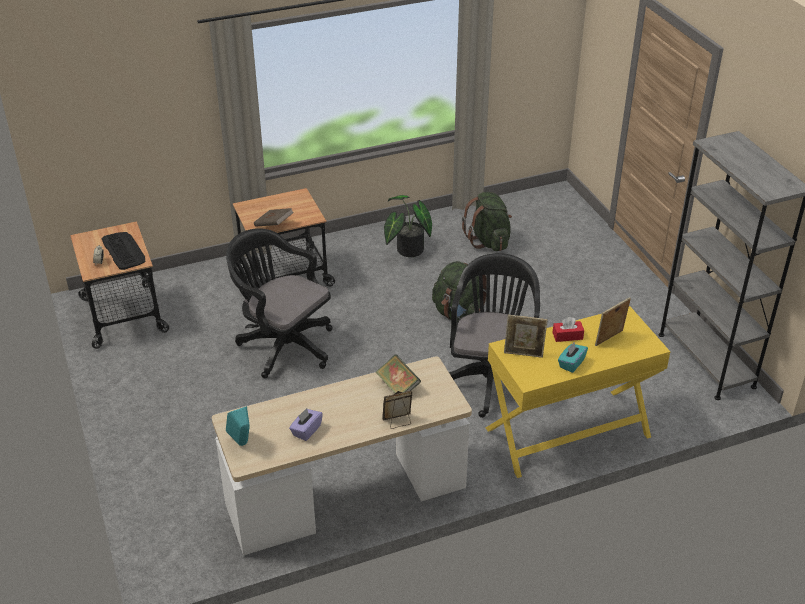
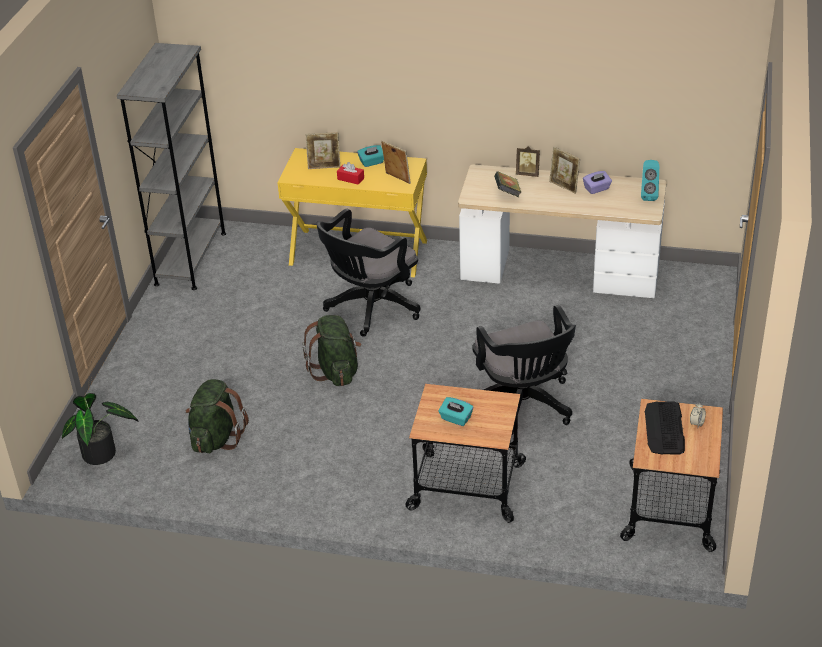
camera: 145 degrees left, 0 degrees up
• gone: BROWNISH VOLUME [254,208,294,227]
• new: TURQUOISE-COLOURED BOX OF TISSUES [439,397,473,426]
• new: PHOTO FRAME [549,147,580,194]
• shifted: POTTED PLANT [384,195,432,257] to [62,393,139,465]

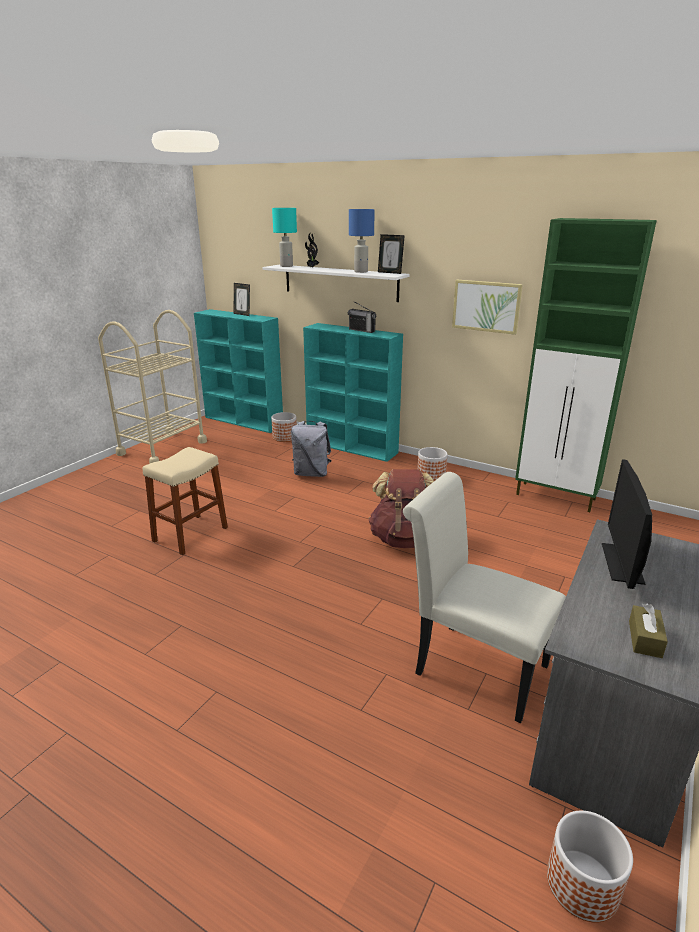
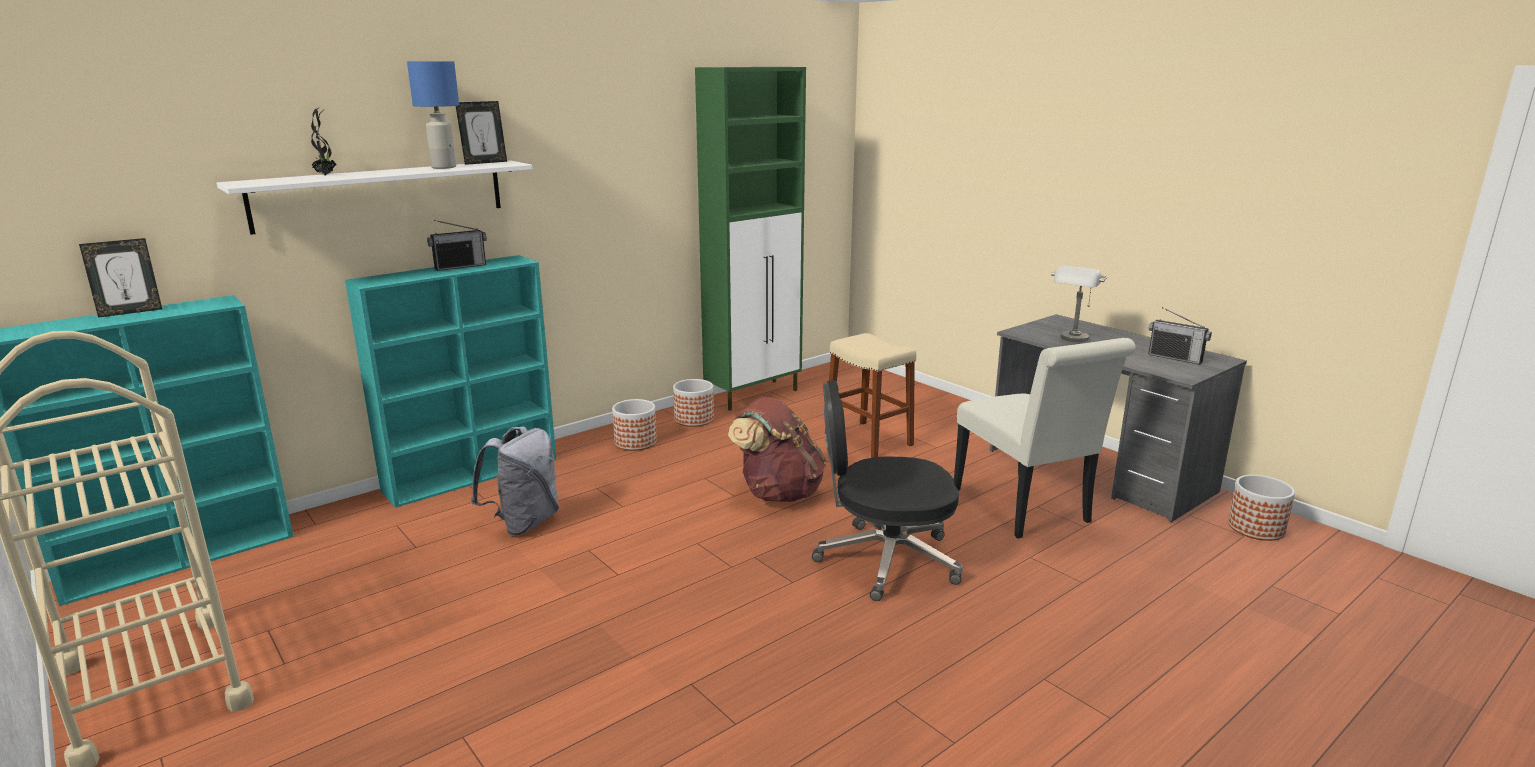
camera: 70 degrees left, 5 degrees down
• gone: TURQUOISE-COLOURED TABLE LAMP [272,208,297,267]
• gone: WALL PICTURE [452,280,523,335]
• new: BLACKISH COMPUTER CHAIR [812,380,963,601]
• shifted: BEIGE-COLOURED SITTING STOOL [143,447,228,555] to [825,333,916,458]
• shifted: PLANT POT [271,412,297,442] to [673,379,714,427]
• swapped: COMPUTER DISPLAY [602,459,652,589] to GREY TABLE LAMP [1051,266,1108,342]
• swapped: BROWNISH BOX OF TISSUES [629,603,668,658] to RADIO SET [1148,307,1212,365]
• rotated: WHITE-COLOURED CHAIR [403,472,566,723] = [954,338,1136,539] 75 degrees counterclockwise

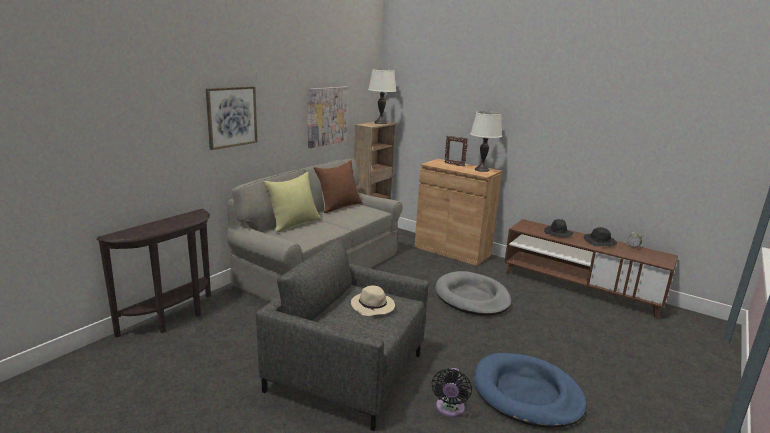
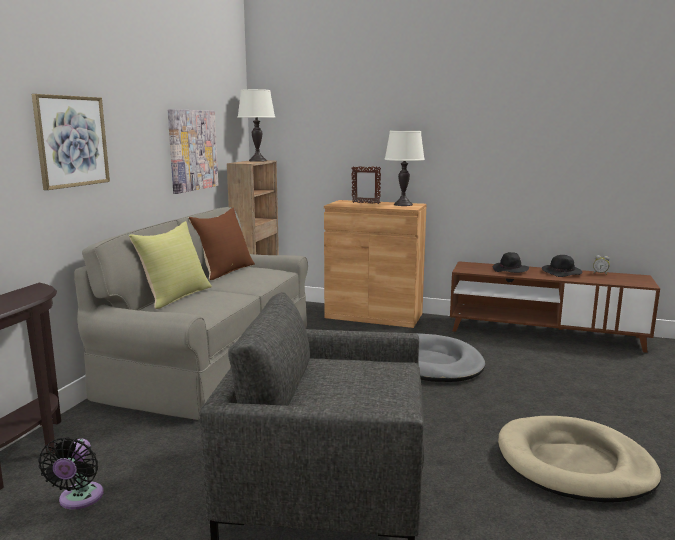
camera: 15 degrees left, 5 degrees down
• gone: BEIGE-COLOURED CLOTHING HAT [351,285,395,316]
• shifted: BLACKISH FAN [432,368,472,417] to [38,437,104,509]
• repainted: BLUE-COLOURED DOG CUSHION [474,353,587,428] to BEIGE-COLOURED DOG CUSHION [498,416,661,502]

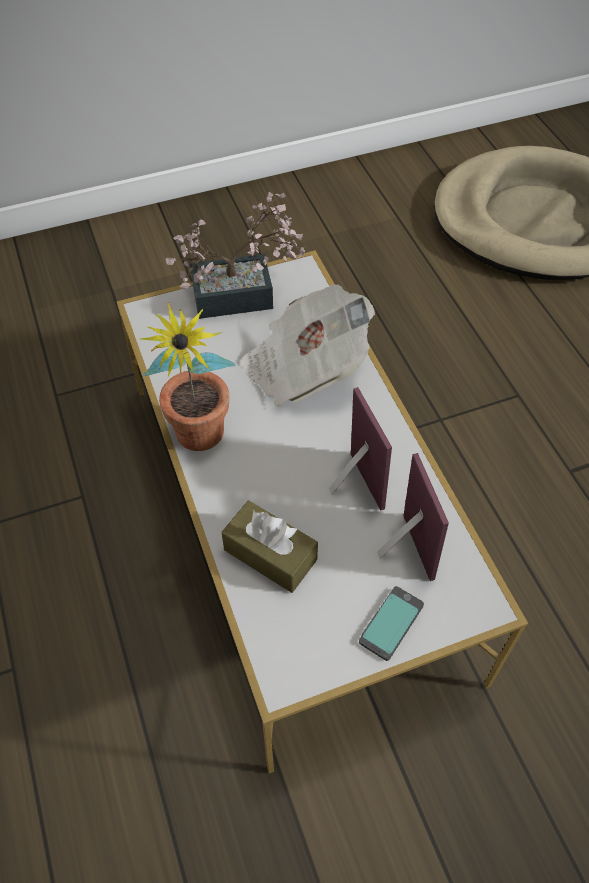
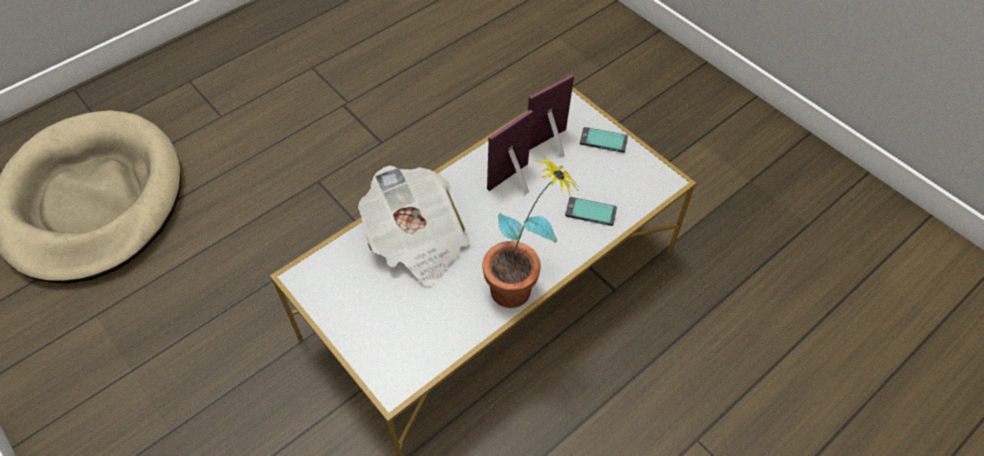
camera: 110 degrees left, 0 degrees up
• gone: POTTED PLANT [165,191,305,319]
• swapped: BROWNISH BOX OF TISSUES [222,501,318,593] to HANDSET [565,197,617,226]

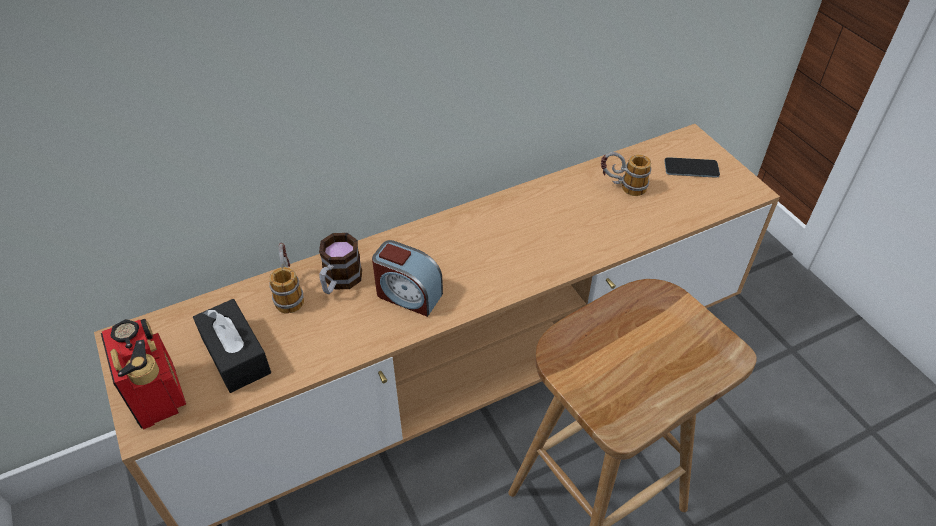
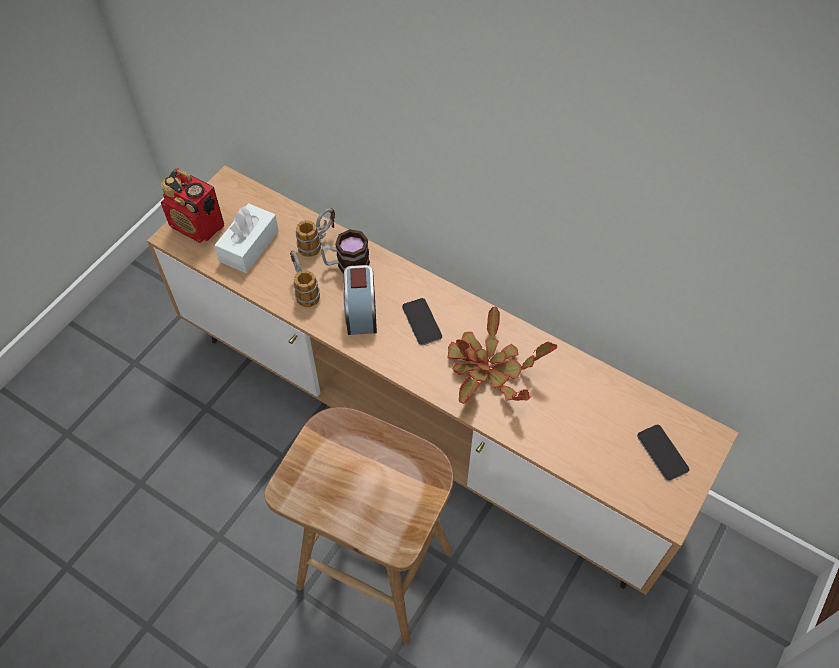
camera: 60 degrees right, 10 degrees up
• new: HANDSET [402,298,442,345]
• new: POTTED PLANT [448,306,557,404]
• shifted: MUG [601,152,651,196] to [290,251,320,307]
• repainted: BLACKISH BOX OF TISSUES [193,299,271,393] to WHITE-COLOURED BOX OF TISSUES [215,203,279,273]
• rotated: RADIO SET [101,319,186,430] = [161,168,224,243] 90 degrees clockwise

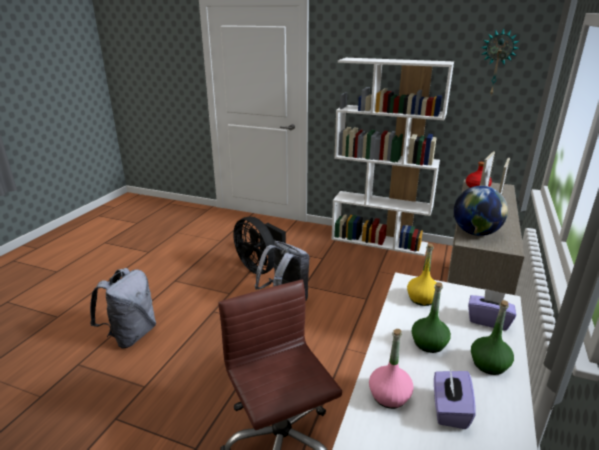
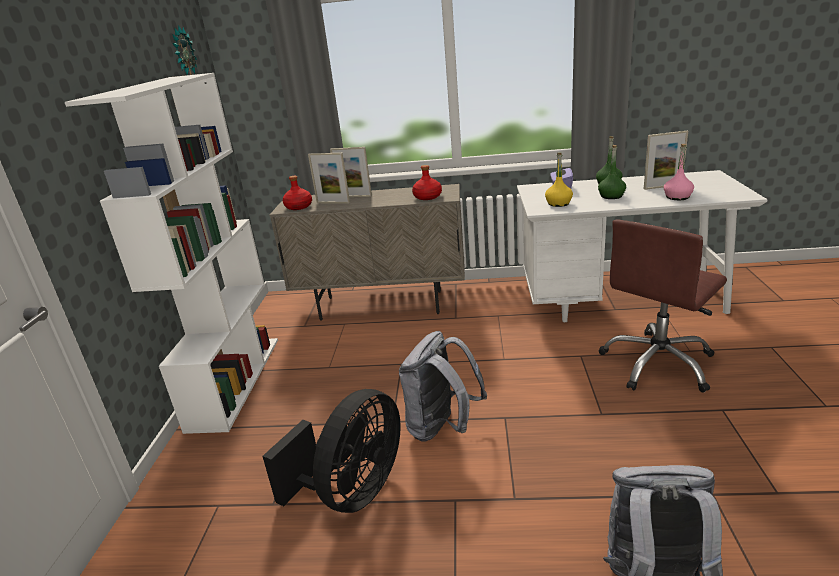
camera: 105 degrees left, 0 degrees up
• swapped: PURPLE-COLOURED BOX OF TISSUES [434,369,476,429] to PHOTO FRAME [644,131,688,190]
• swapped: DESK GLOBE [454,186,508,236] to RED-COLOURED BEVERAGE BOTTLE [412,165,442,200]

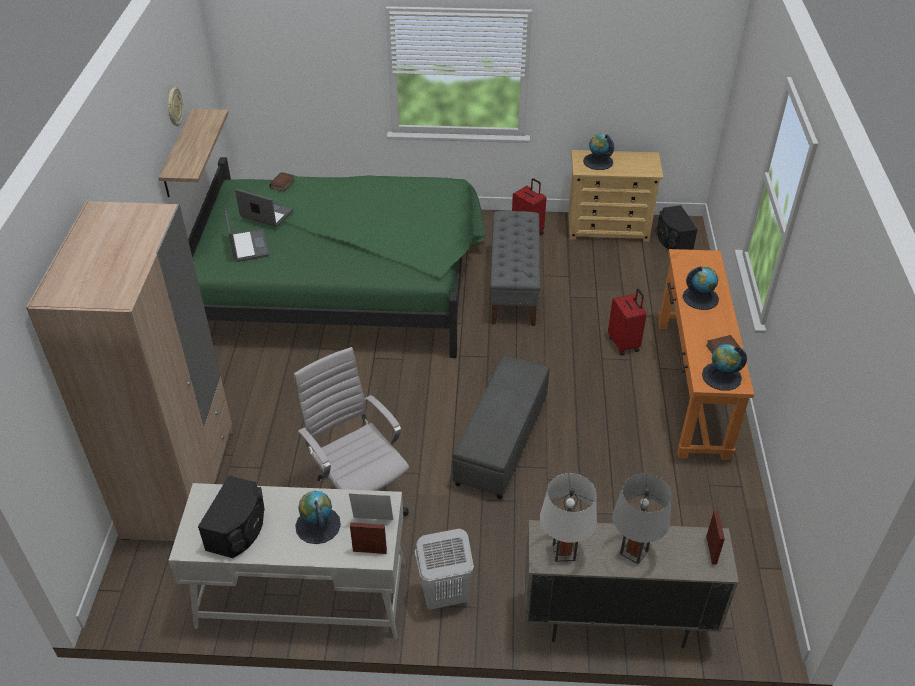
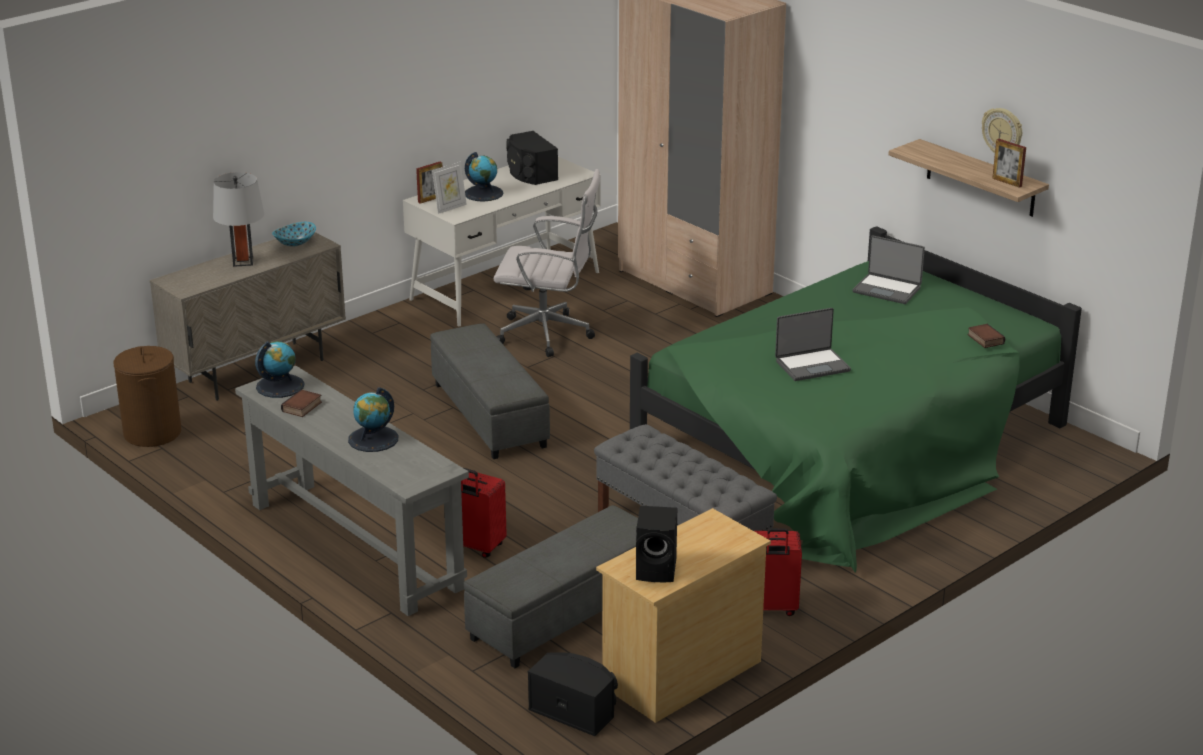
camera: 135 degrees right, 15 degrees down
• gone: WHITE-COLOURED HAMPER [415,529,474,610]
• gone: DESK GLOBE [583,134,614,170]
• new: BROWNISH HAMPER [113,346,181,447]
• new: GREY OTTOMAN [464,505,638,668]
• new: BLACKISH SPEAKER [636,506,677,582]
• shifted: NOTEBOOK COMPUTER [235,189,293,227] to [775,308,851,381]
• shifted: PHOTO FRAME [706,510,725,565] to [992,139,1026,188]
• swapped: WHITE-COLOURED TABLE LAMP [540,473,597,562] to SERVING BOWL [272,222,316,247]
• repainted: ORANGEY CONSOLE TABLE [658,249,754,460] to GREY CONSOLE TABLE [235,366,469,616]

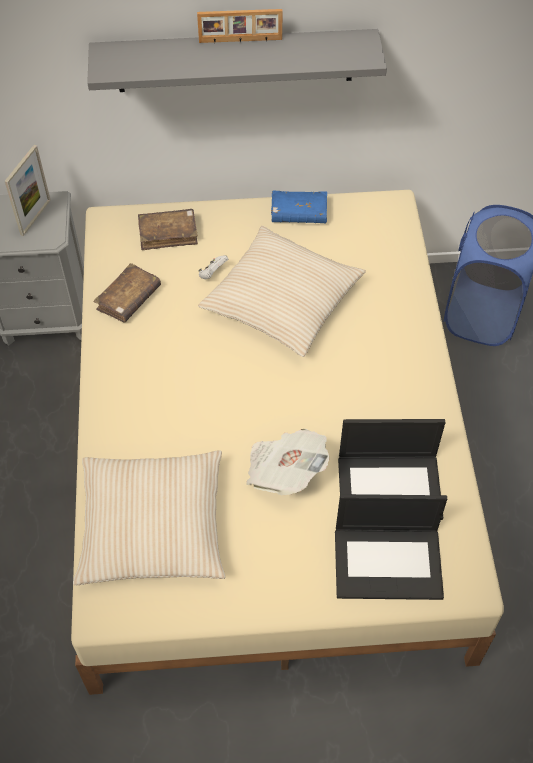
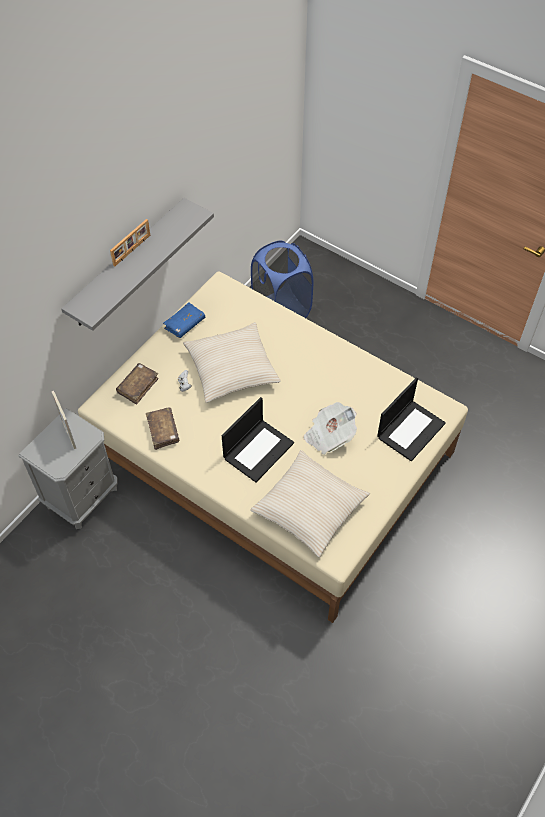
camera: 50 degrees left, 0 degrees up
• shifted: NOTEBOOK COMPUTER [338,419,446,520] to [222,397,294,482]

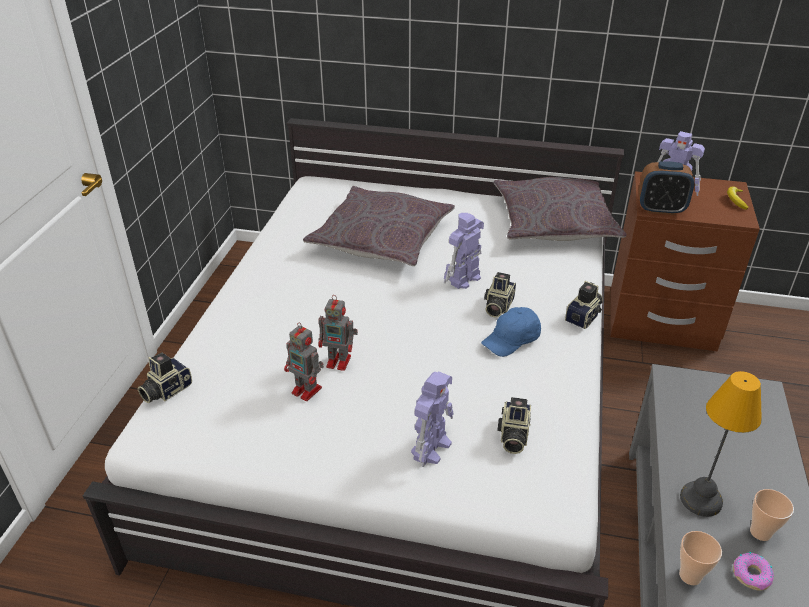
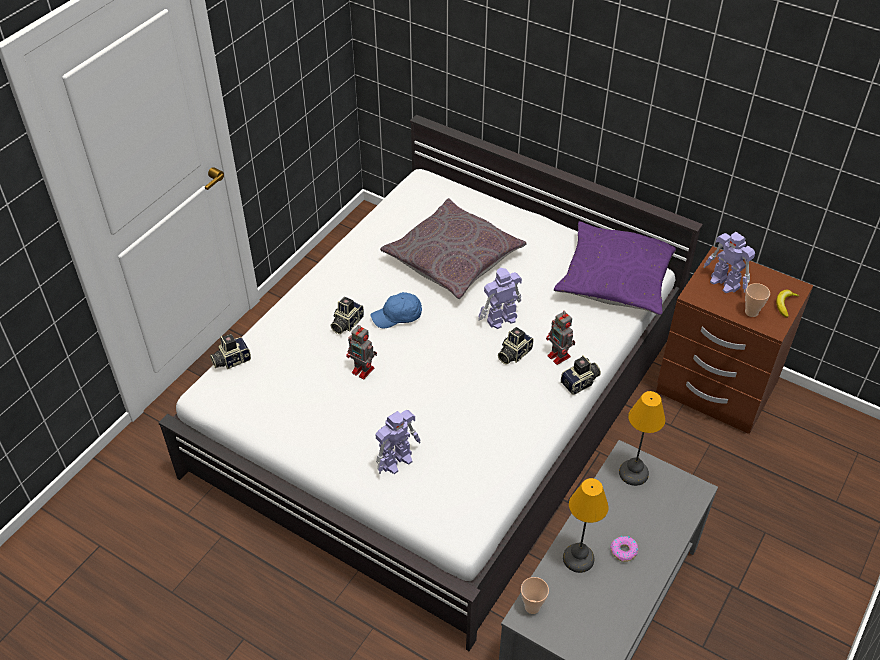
camera: 20 degrees right, 10 degrees up
• gone: BEDSIDE CLOCK [638,161,695,215]
• new: TABLE LAMP [619,391,665,486]
• shifted: MODEL ROBOT [284,322,324,401] to [546,311,575,365]
• shifted: BLUE-COLOURED BASEBALL CAP [481,307,541,357] to [371,292,422,329]
• shifted: STILL CAMERA [497,397,531,454] to [331,297,364,334]
• shifted: DOUGHNUT [733,552,774,591] to [610,536,638,562]
• shifted: DRINKING CUP [750,489,794,541] to [745,283,770,317]
• repainted: GREY CUSHION [494,177,627,241] to PURPLE-COLOURED CUSHION [554,221,676,315]

